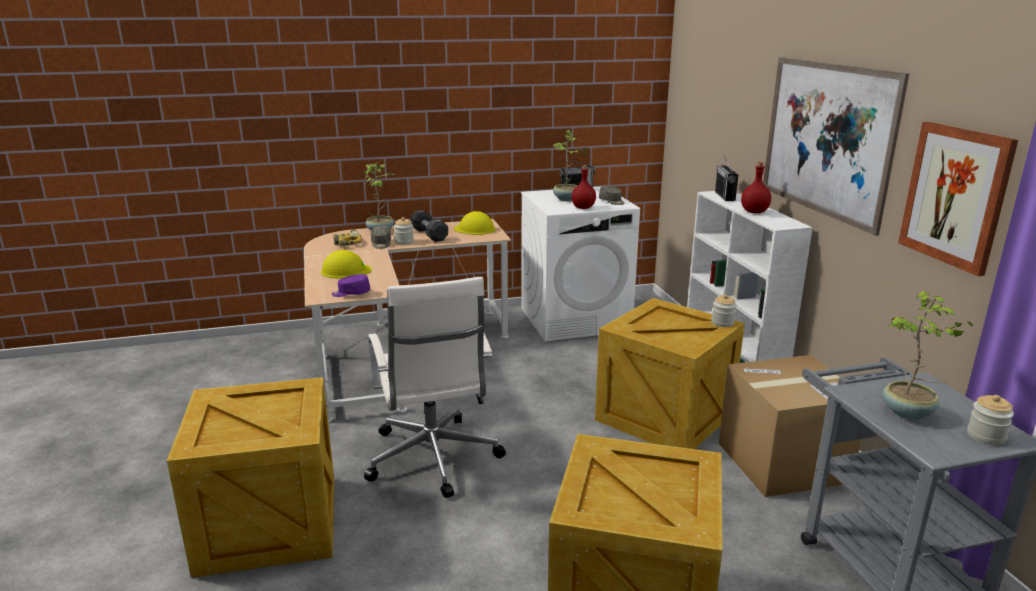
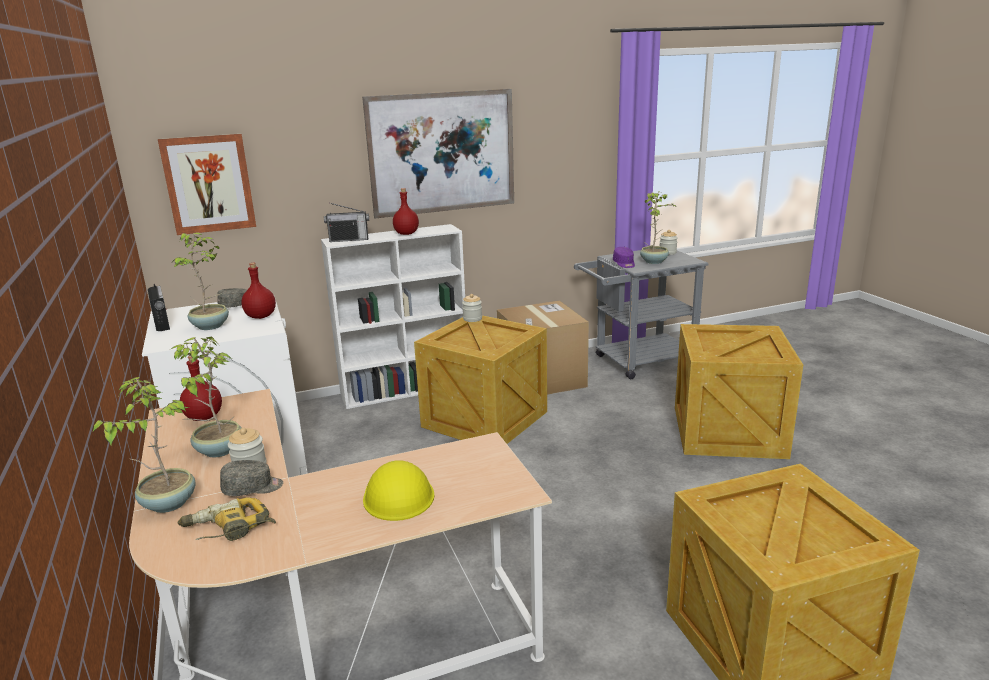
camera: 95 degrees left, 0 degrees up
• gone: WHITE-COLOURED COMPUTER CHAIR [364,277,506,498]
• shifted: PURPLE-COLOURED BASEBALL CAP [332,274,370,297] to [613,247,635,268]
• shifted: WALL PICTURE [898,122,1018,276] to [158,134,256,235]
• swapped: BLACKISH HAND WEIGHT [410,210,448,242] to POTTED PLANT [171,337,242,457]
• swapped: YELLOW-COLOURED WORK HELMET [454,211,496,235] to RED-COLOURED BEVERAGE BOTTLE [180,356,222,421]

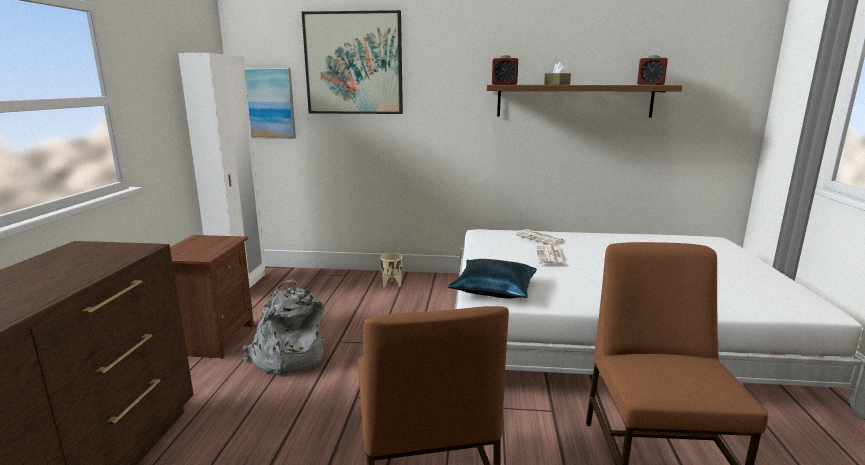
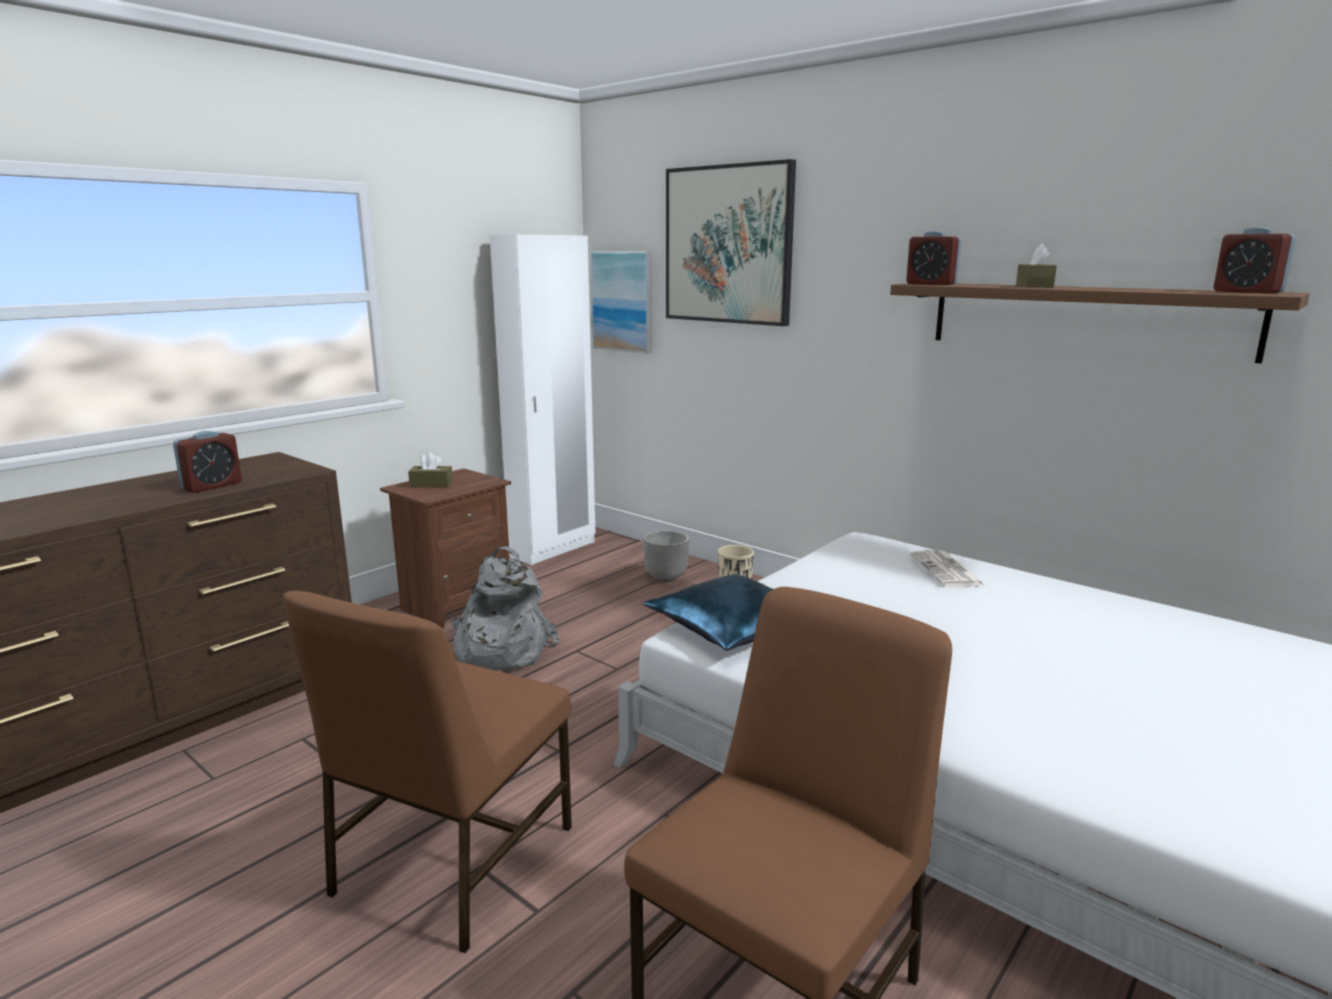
camera: 35 degrees right, 0 degrees up
• gone: NEWSPAPER [536,245,567,266]
• new: BEDSIDE CLOCK [173,431,242,493]
• new: BROWNISH BOX OF TISSUES [408,452,453,487]
• new: PLANT POT [643,530,689,582]

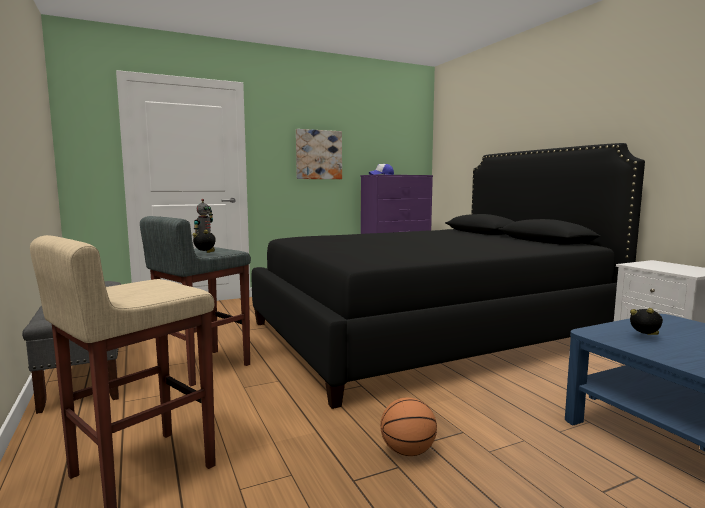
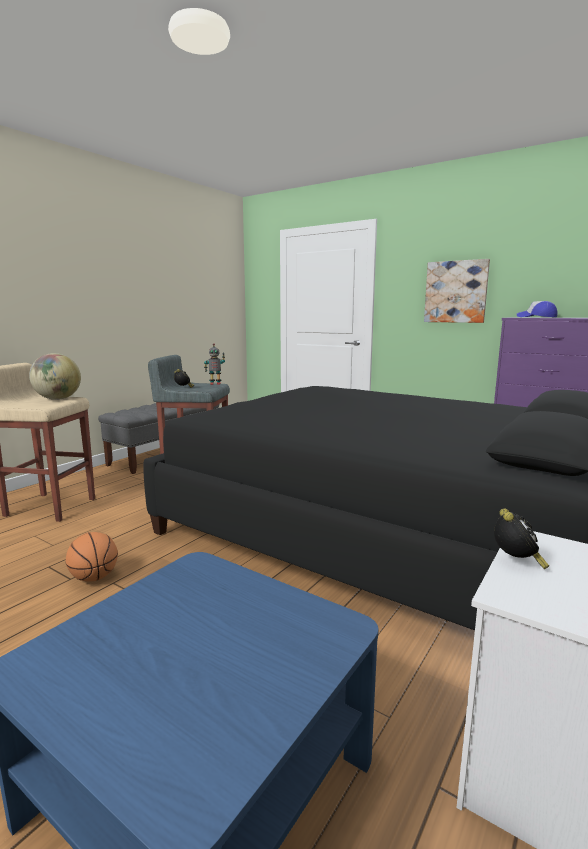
camera: 60 degrees right, 5 degrees up
• new: DESK GLOBE [29,353,81,400]
• shifted: BEDSIDE CLOCK [630,308,663,335] to [494,508,549,569]

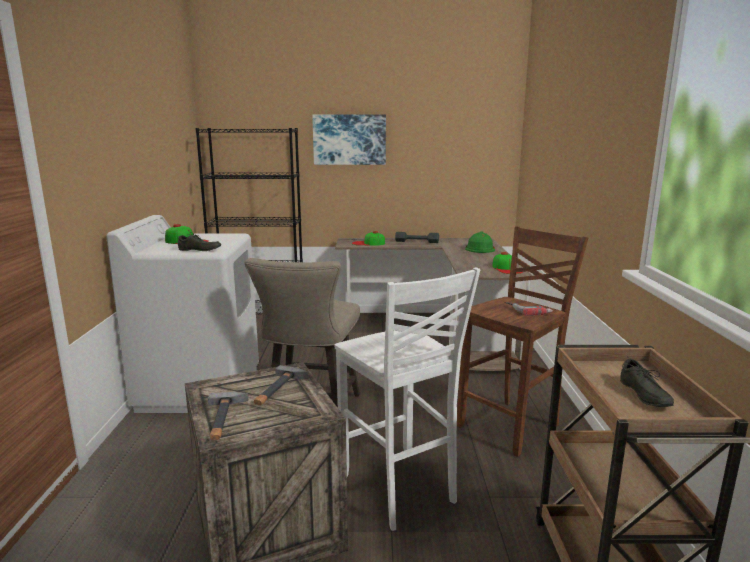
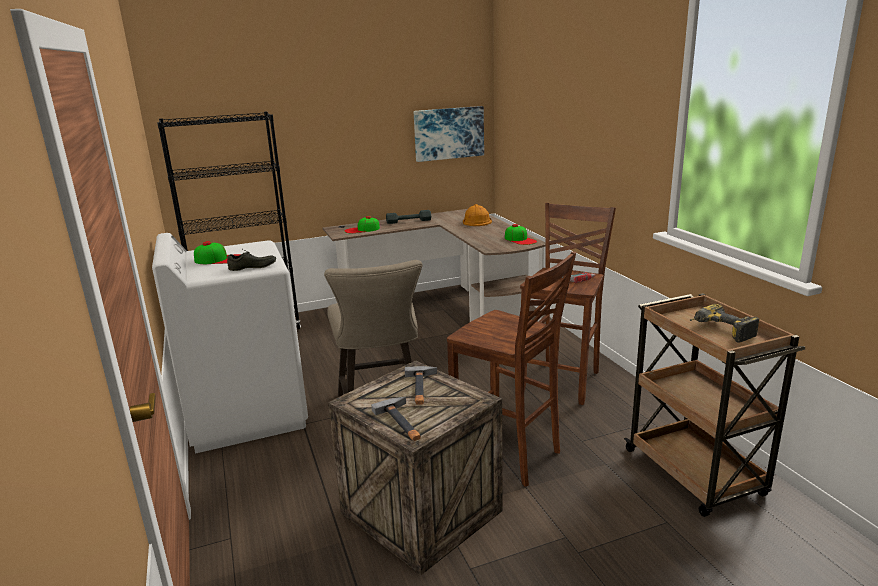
camera: 20 degrees left, 5 degrees up
• shifted: WALL PICTURE [312,115,386,165] to [414,106,484,162]
• swapped: GREY LOW SHOE [620,356,674,407] to POWER DRILL [689,304,759,342]
• repainted: WHITE-COLOURED SITTING STOOL [335,267,480,531] to BROWNISH SITTING STOOL [447,251,576,487]
• repainted: GREEN-COLOURED WORK HELMET [465,231,495,253] to ORANGEY WORK HELMET [463,204,492,226]

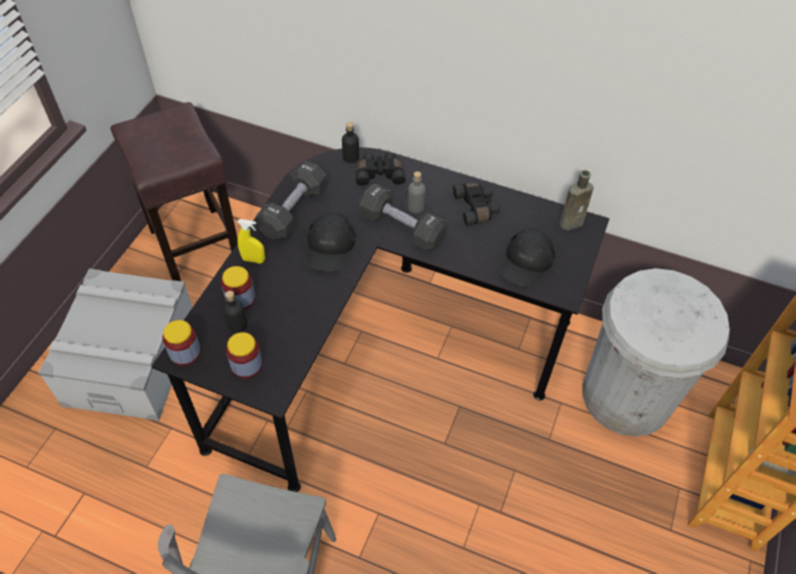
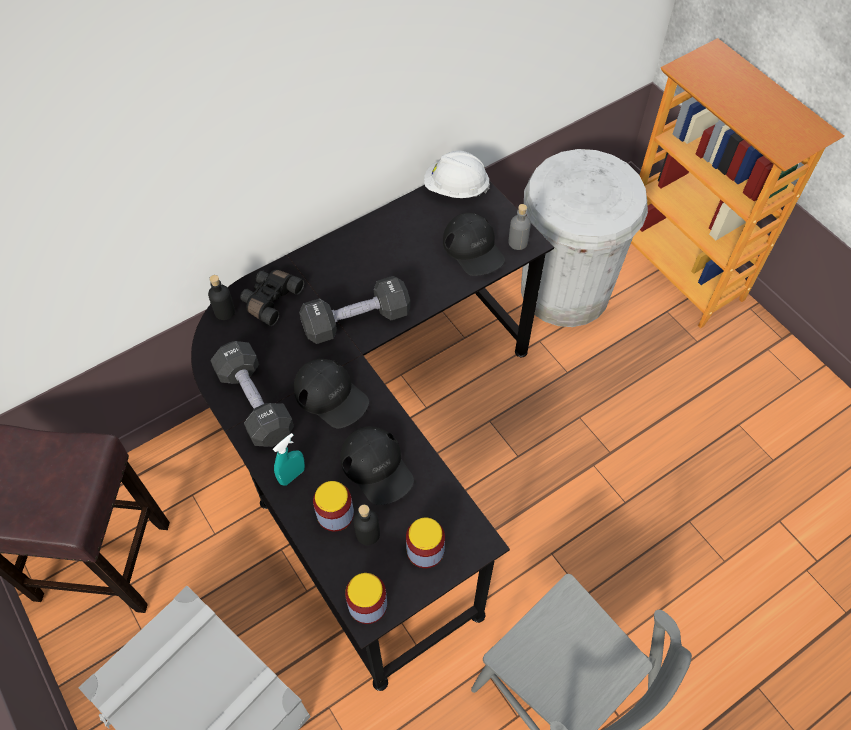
camera: 55 degrees left, 5 degrees up
• gone: BLACKISH PAIR OF BINOCULARS [453,183,499,226]
• new: BLACKISH BASEBALL CAP [340,426,414,505]
• shifted: GREY BEVERAGE BOTTLE [408,171,426,213] to [508,204,531,250]
• swapped: BROWNISH BEVERAGE BOTTLE [560,170,594,231] to WHITE-COLOURED WORK HELMET [424,150,490,198]
• repainted: YELLOW-COLOURED SPRAY BOTTLE [237,219,265,264] to TURQUOISE-COLOURED SPRAY BOTTLE [273,433,305,486]

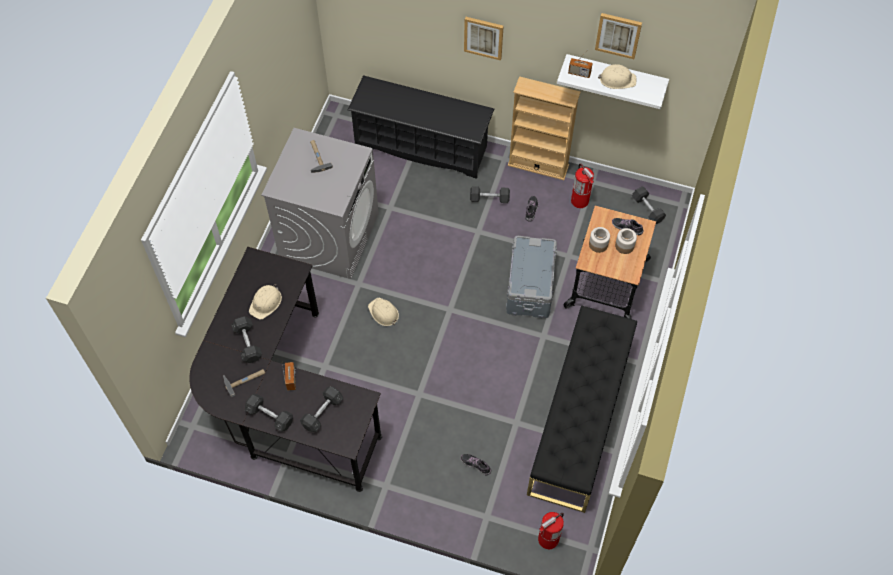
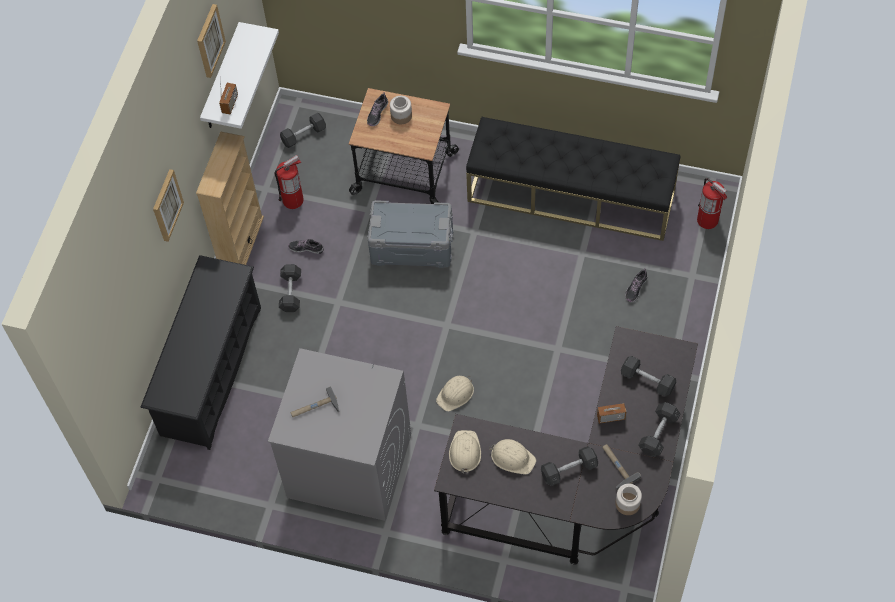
camera: 90 degrees left, 0 degrees up
• shifted: JAR [589,227,610,253] to [615,484,642,515]
• shifted: BEIGE-COLOURED WORK HELMET [598,64,636,89] to [449,430,481,474]

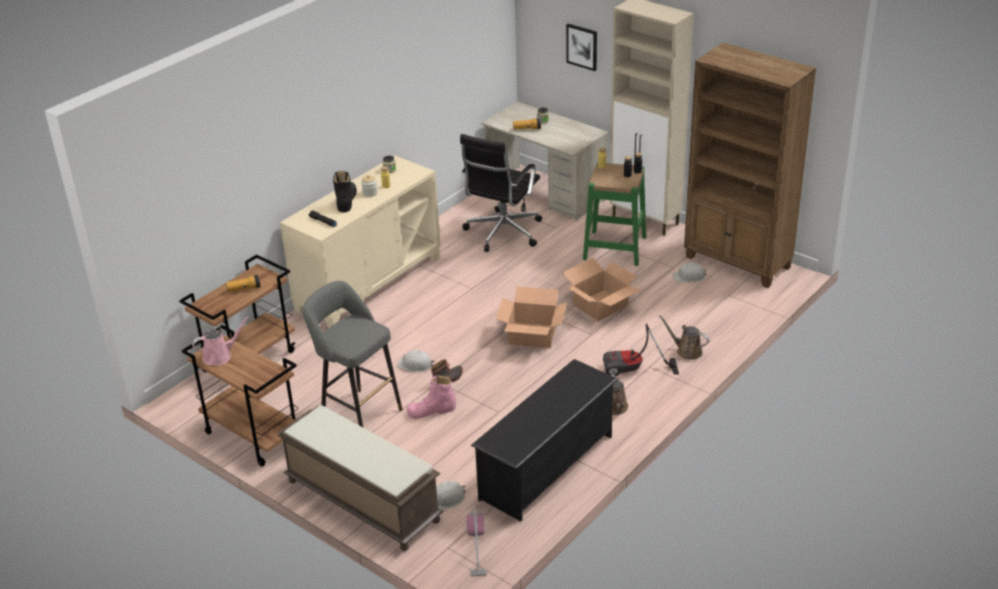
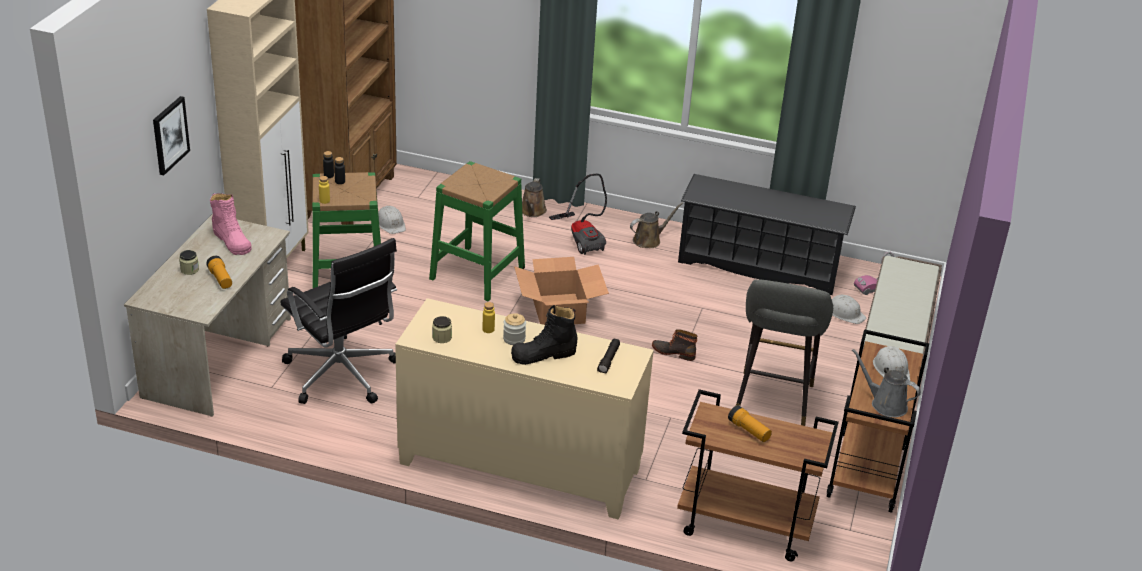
camera: 115 degrees left, 0 degrees up
• shifted: WHITE-COLOURED WORK HELMET [397,350,435,372] to [873,346,910,380]
• shifted: PINKISH HIGH-TOP BOOT [407,375,456,419] to [210,193,252,255]
• swapped: PACKING BOX [563,258,641,321] to GREEN-COLOURED SITTING STOOL [429,161,525,301]
• repainted: PINKISH WATERING CAN [192,316,249,365] to GREY WATERING CAN [852,349,921,417]
• rotated: BLACKISH COMPUTER CHAIR [460,134,542,252] = [280,238,397,404] 45 degrees clockwise

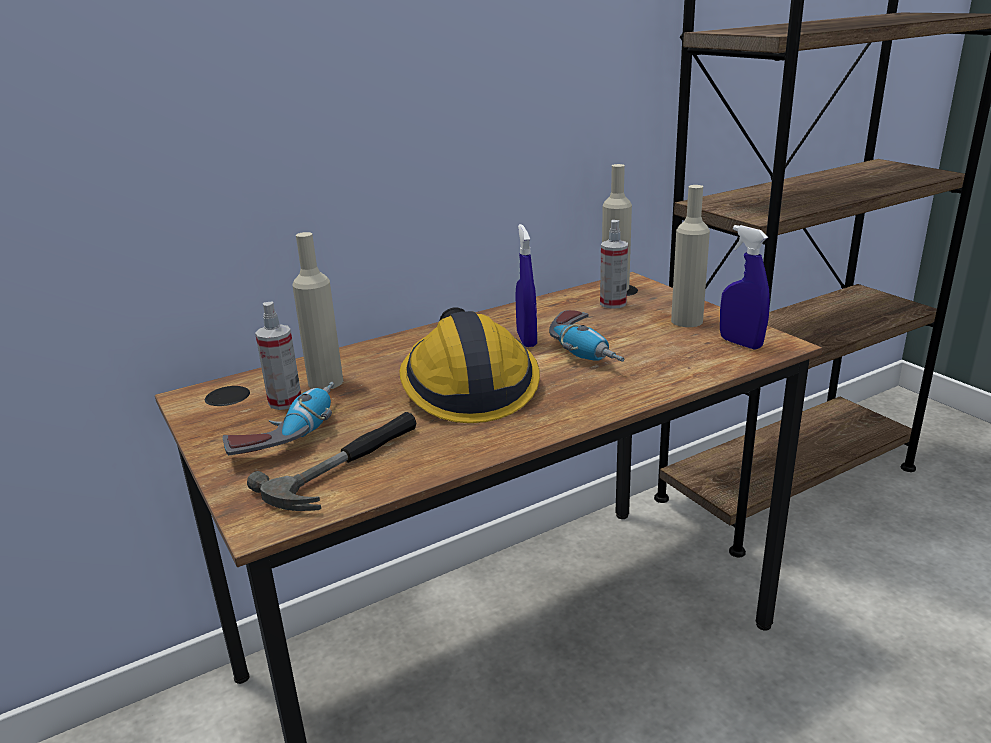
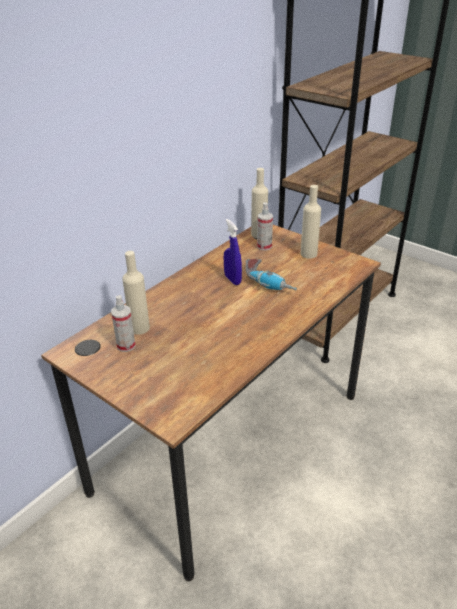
camera: 20 degrees left, 10 degrees up
• gone: POWER DRILL [223,382,334,455]
• gone: HAND HAMMER [247,412,416,511]
• gone: WORK HELMET [399,307,540,423]
• gone: BLUE-COLOURED SPRAY BOTTLE [720,225,770,350]

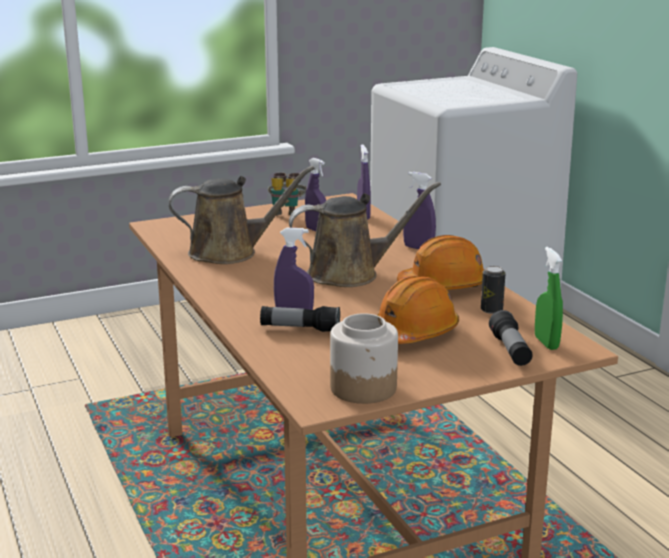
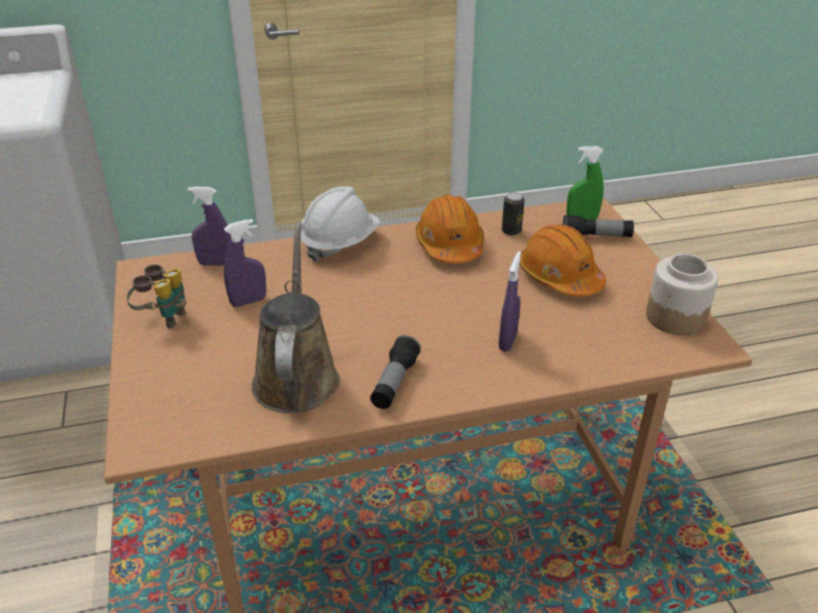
camera: 80 degrees left, 15 degrees up
• gone: BROWNISH WATERING CAN [289,182,441,287]
• shifted: HAND TORCH [260,306,340,332] to [370,335,421,409]
• swapped: PURPLE-COLOURED SPRAY BOTTLE [403,172,436,249] to WHITE-COLOURED WORK HELMET [301,186,380,262]

